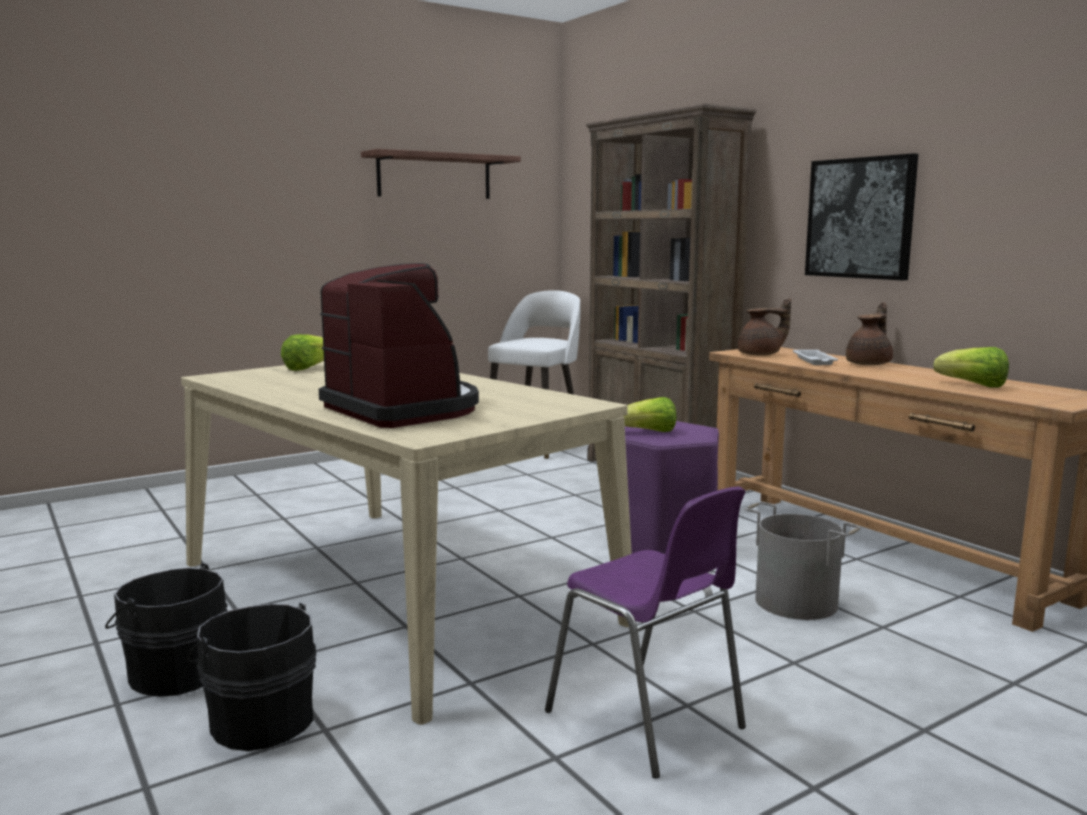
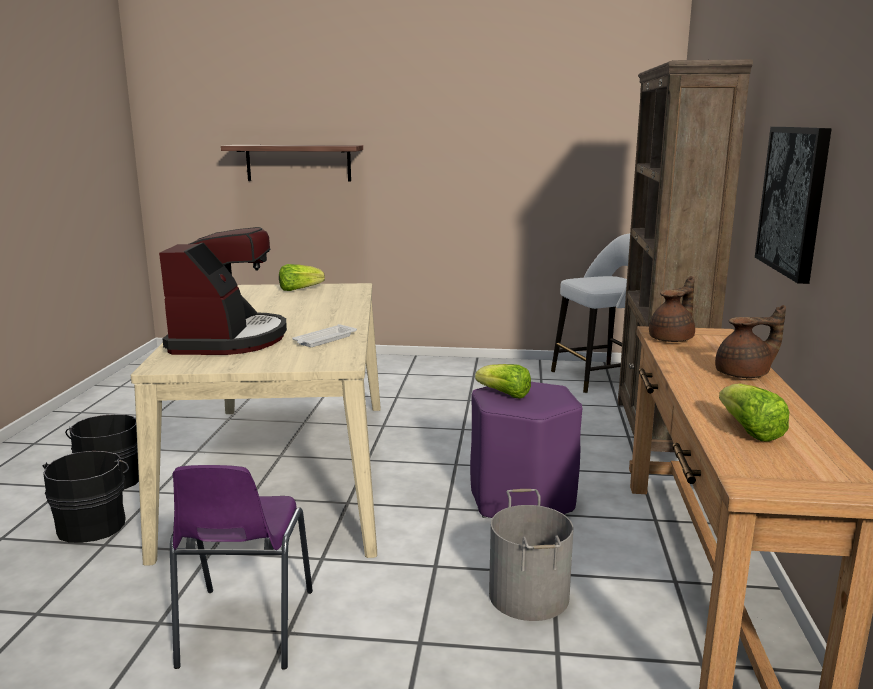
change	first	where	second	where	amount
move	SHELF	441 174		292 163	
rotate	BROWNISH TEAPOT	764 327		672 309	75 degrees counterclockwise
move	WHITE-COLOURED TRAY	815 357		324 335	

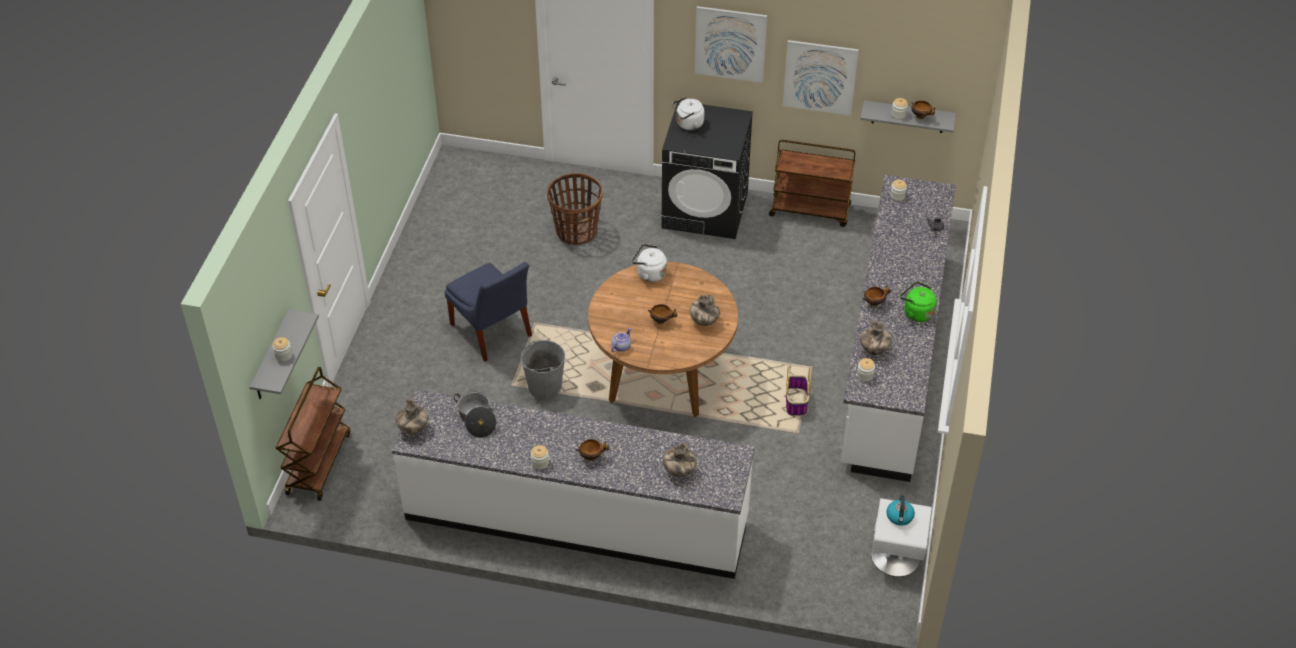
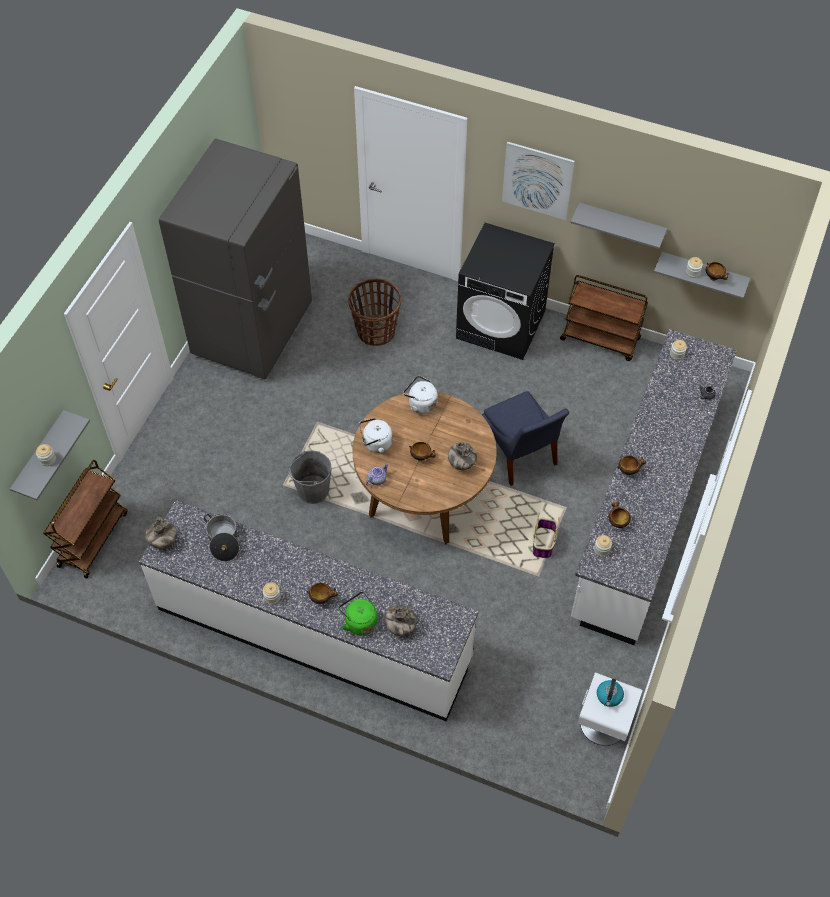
change	first	where	second	where	amount
replace	PICTURE	821 77	GREYISH SHELF	618 225	
move	WHITE-COLOURED WATER KETTLE	688 113		375 435	
move	BLUE PLAIN CHAIR	488 312		525 438	
move	GREEN-COLOURED WATER KETTLE	918 302		358 613	
replace	DECORATIVE VASE	876 337	DEEP DISH	620 515	
insert			GREYISH KITCHEN FRIDGE	235 258	

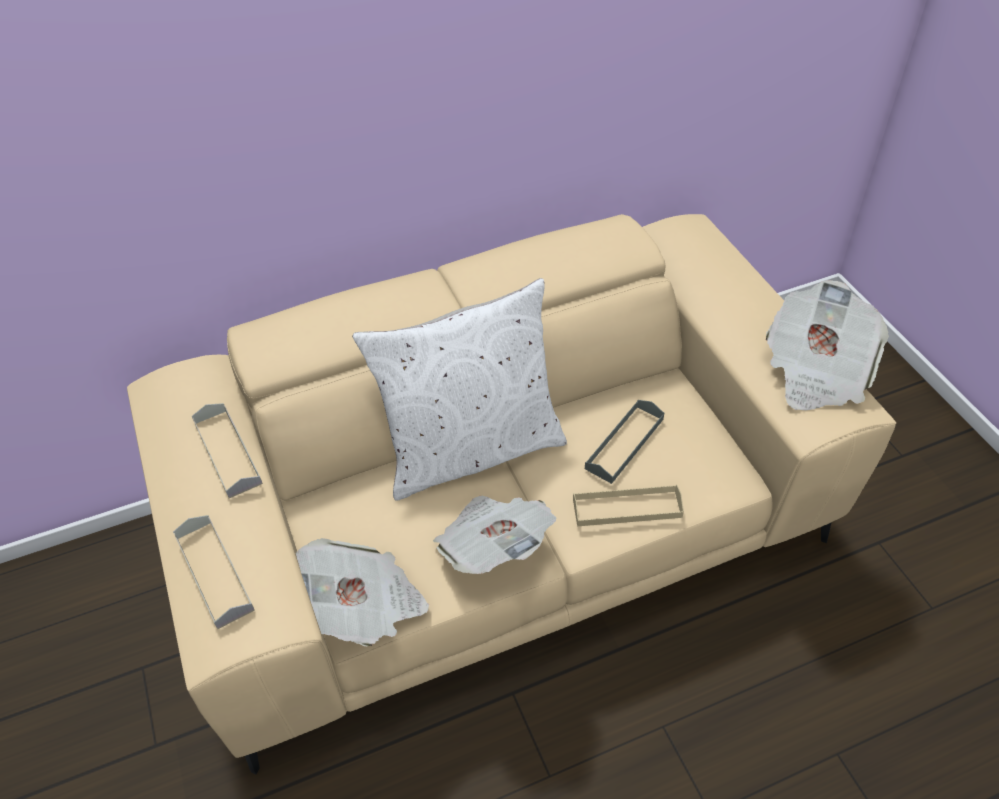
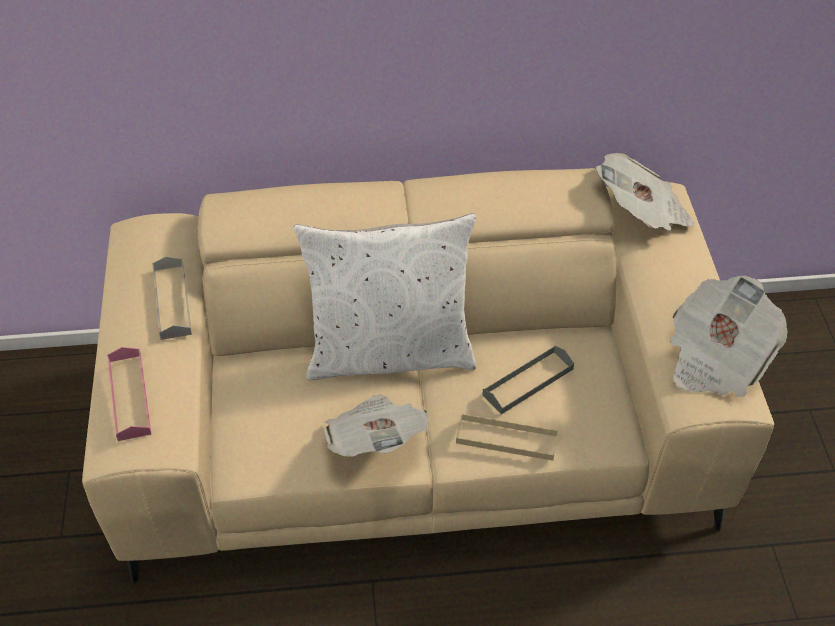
change	first	where	second	where	amount
recolor	GREYISH TRAY	214 572	PINK TRAY	129 394	
move	PRINTED PAPER	362 592		645 192	

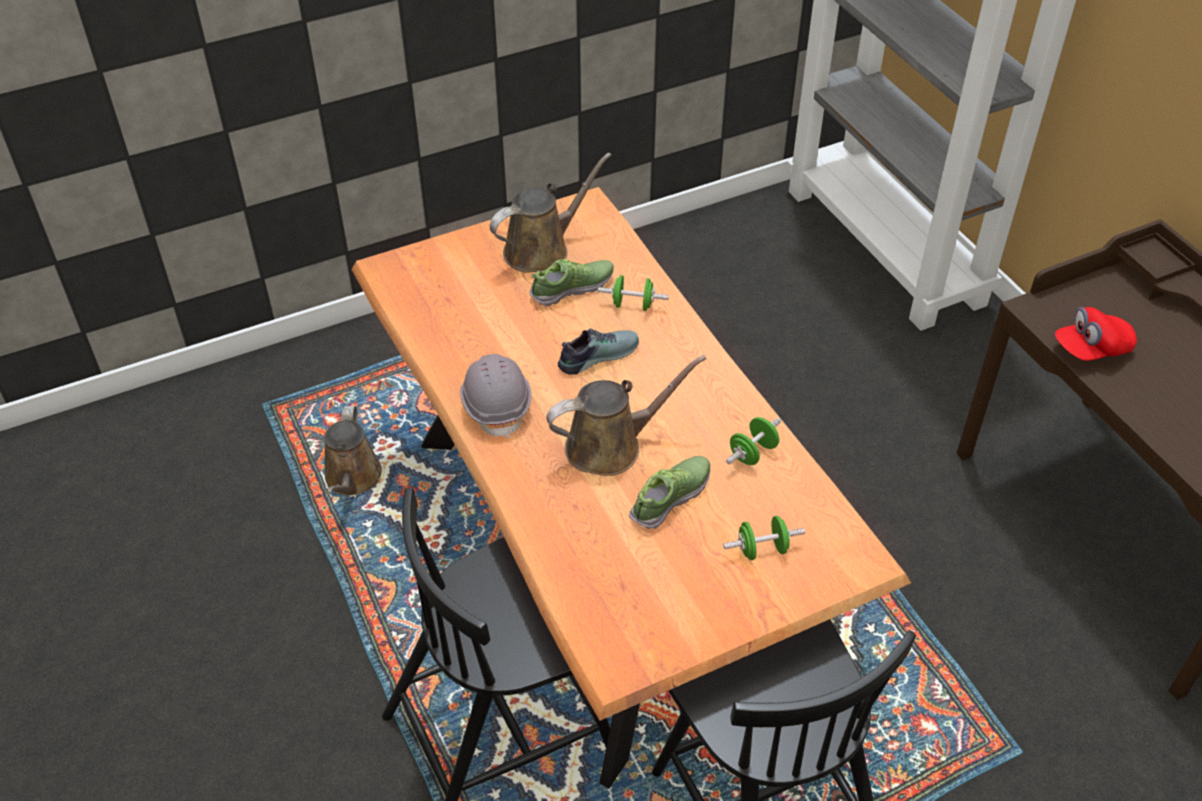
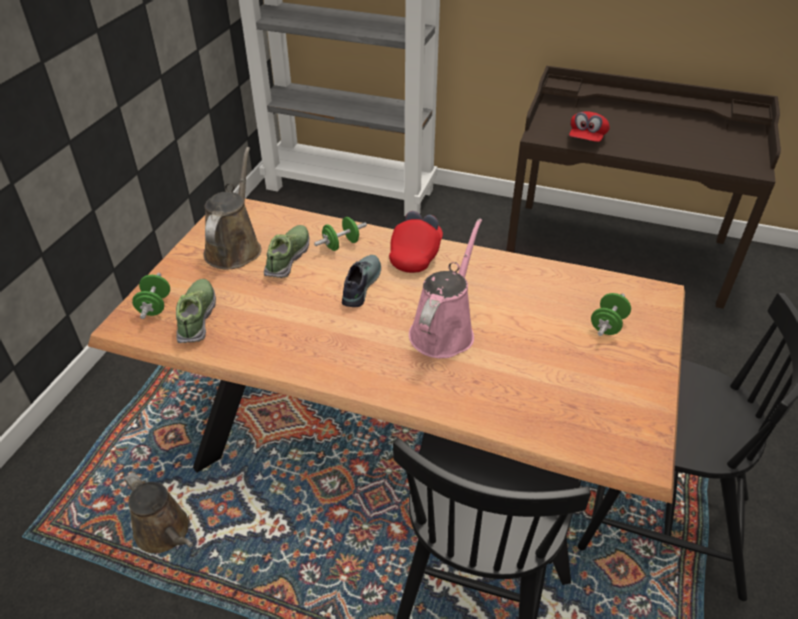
change	first	where	second	where	amount
delete	GREYISH HARD HAT	495 396			
recolor	BROWNISH SPRINKLING CAN	626 415	PINK SPRINKLING CAN	445 288	
move	GREEN-COLOURED DUMBBELL	753 441		151 296	
move	ITEM OF FOOTWEAR	669 492		196 311	
insert			REDDISH PEAKED CAP	416 242	

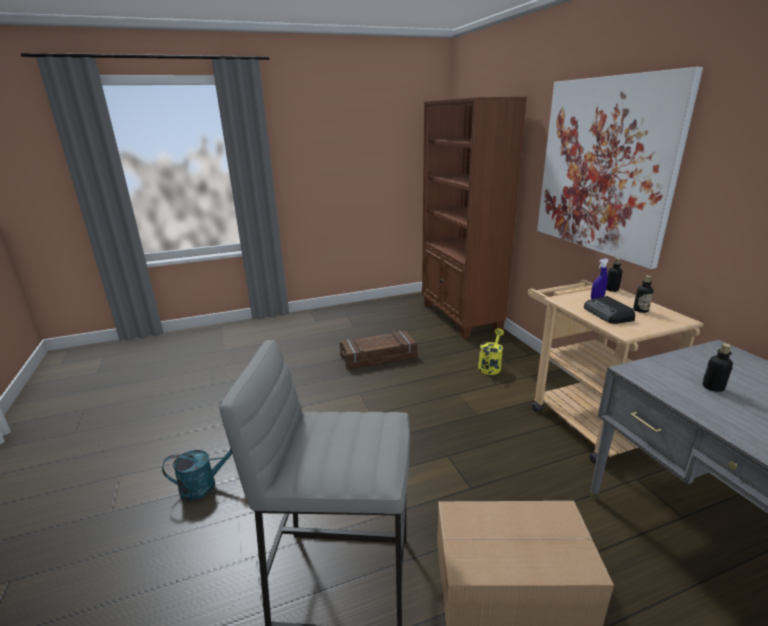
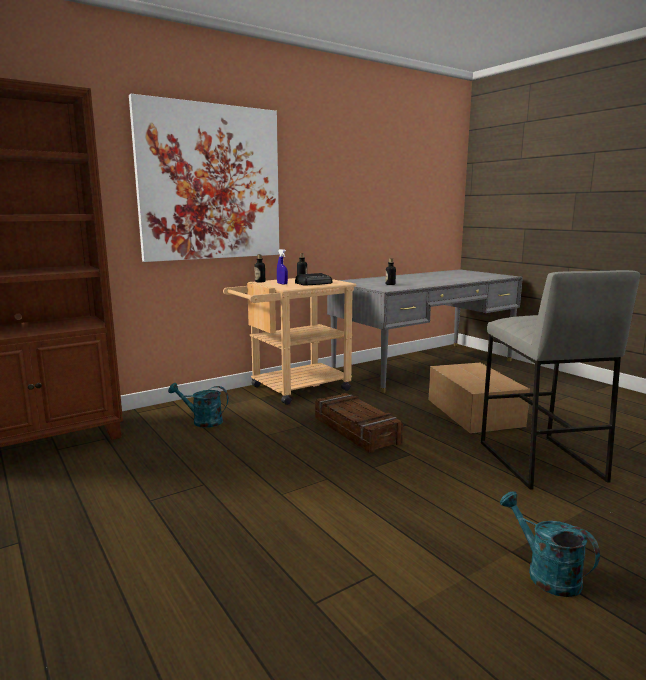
change	first	where	second	where	amount
recolor	YELLOW SPRINKLING CAN	491 352	BLUE-GREEN SPRINKLING CAN	198 405	
move	PACKING CRATE	378 350		359 423	

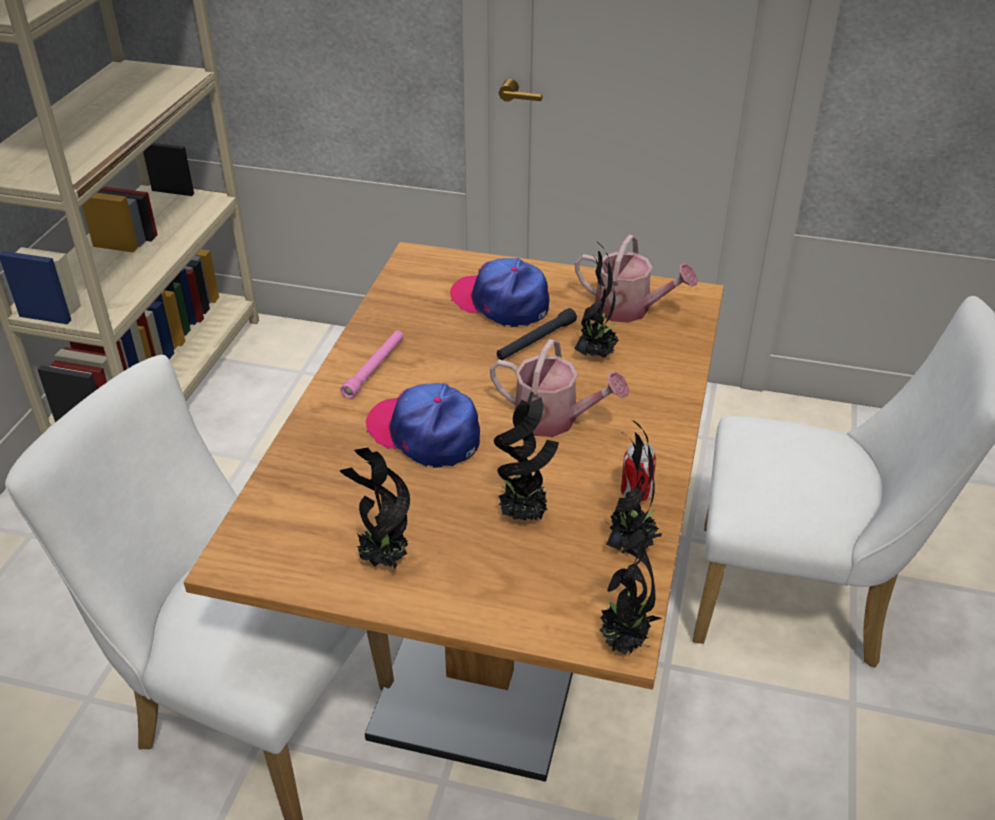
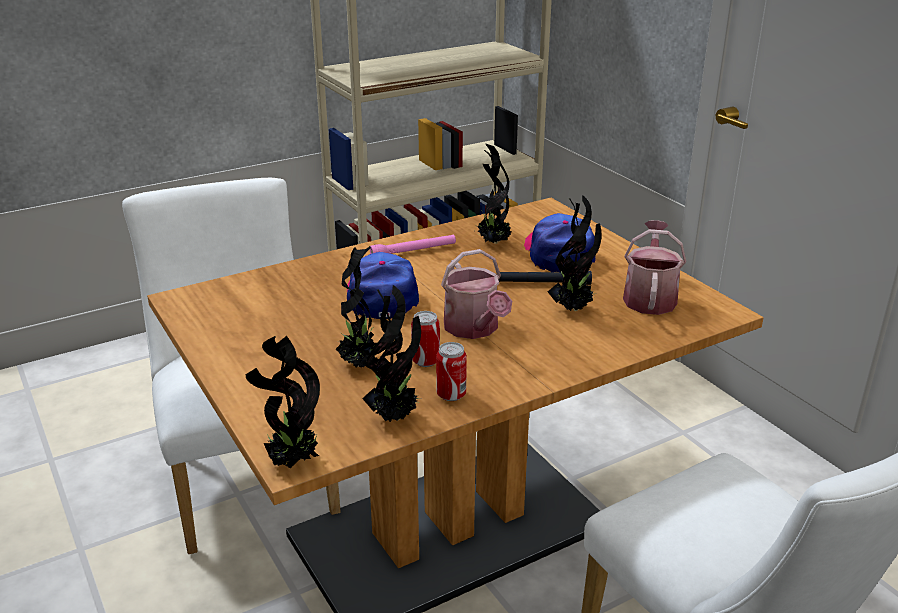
change	first	where	second	where	amount
rotate	SPRINKLING CAN	636 279		654 267	150 degrees counterclockwise
move	HOUSEPLANT	375 507		493 193	
insert			SEALED CAN	425 339	

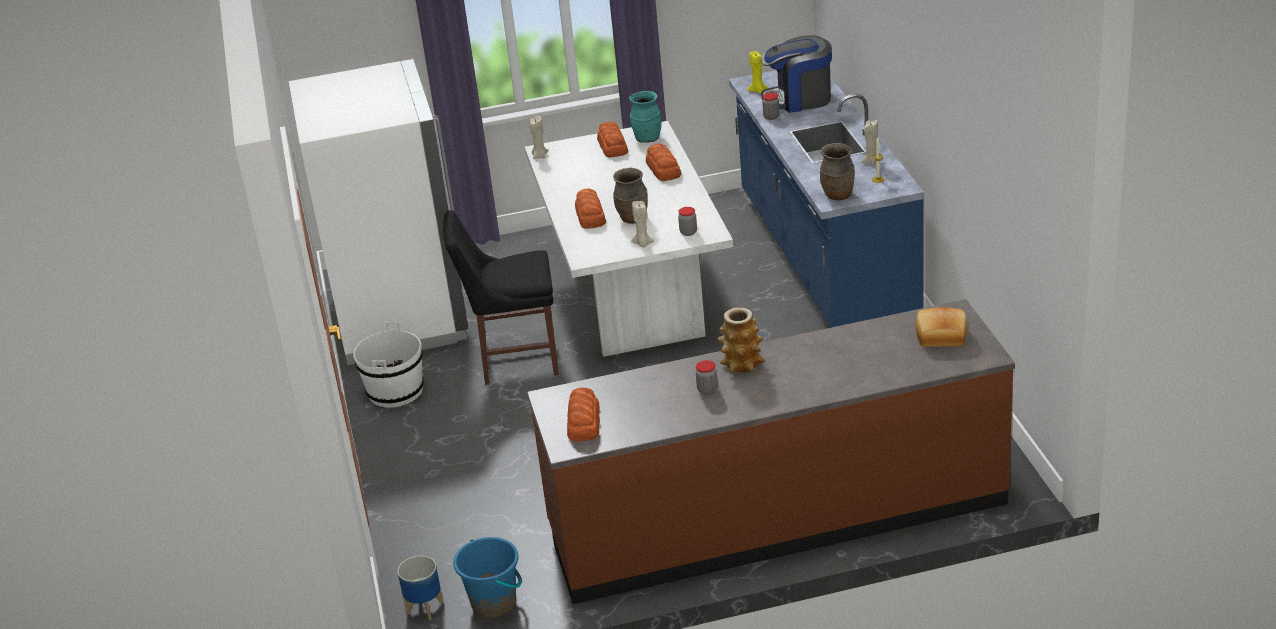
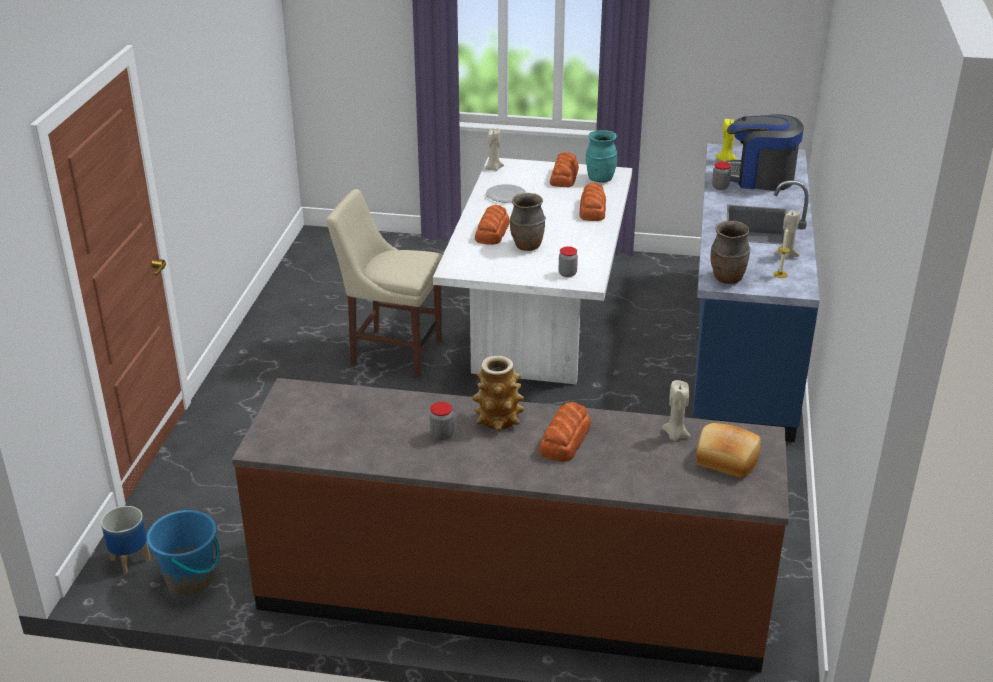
change	first	where	second	where	amount
delete	WHITE-COLOURED KITCHEN FRIDGE	378 212			
move	SAND-COLOURED CANDLE	642 224		676 410	
recolor	BLACKISH PLAIN CHAIR	501 297	SAND-COLOURED PLAIN CHAIR	384 283	
delete	WHITE-COLOURED WATER BUCKET	388 365			
move	BREAD	583 414		565 432	
insert			DINNER PLATE	506 193	

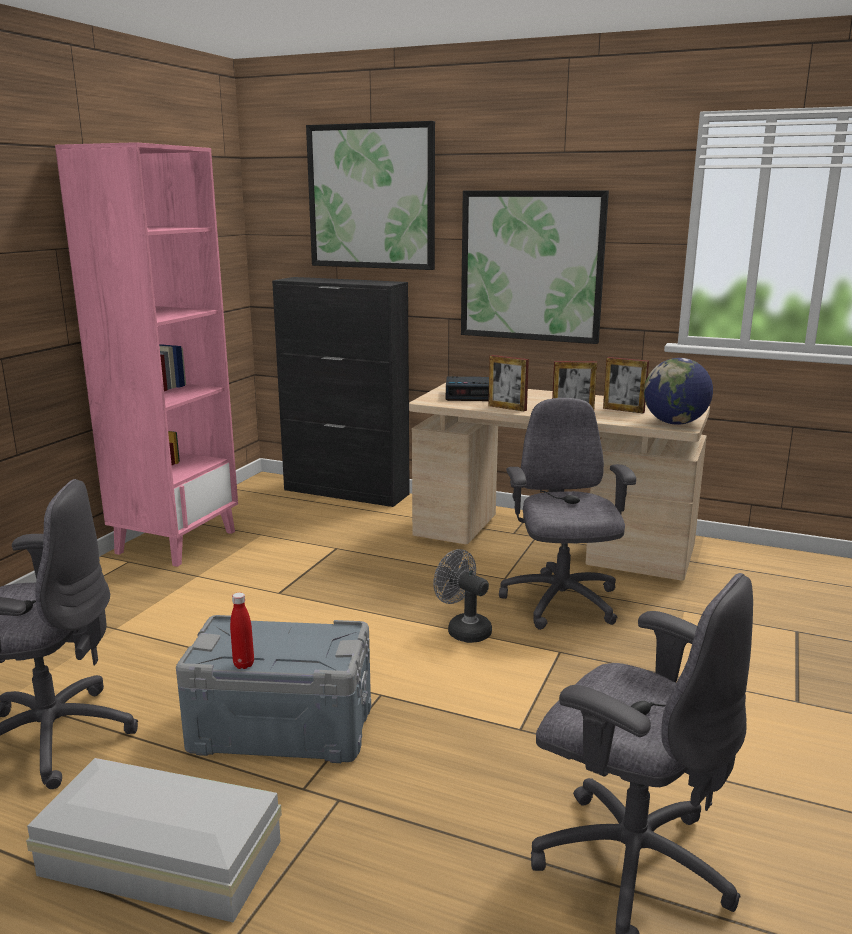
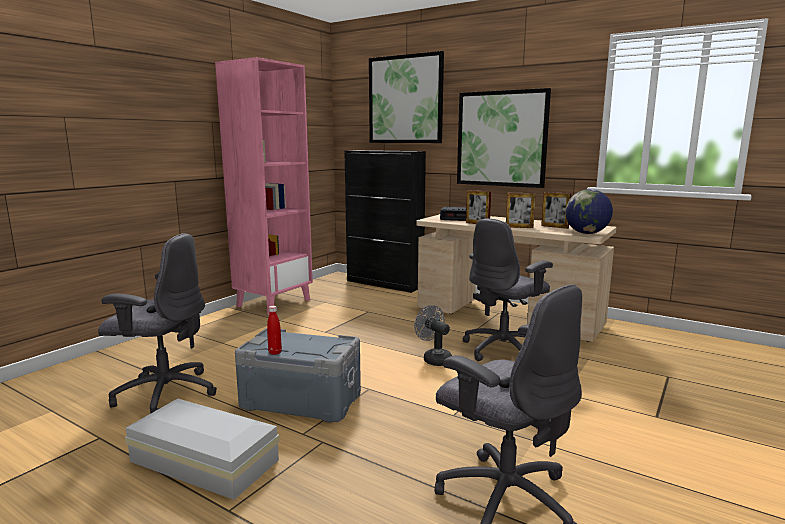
change	first	where	second	where	amount
rotate	GREYISH COMPUTER CHAIR	567 514		507 289	135 degrees counterclockwise

